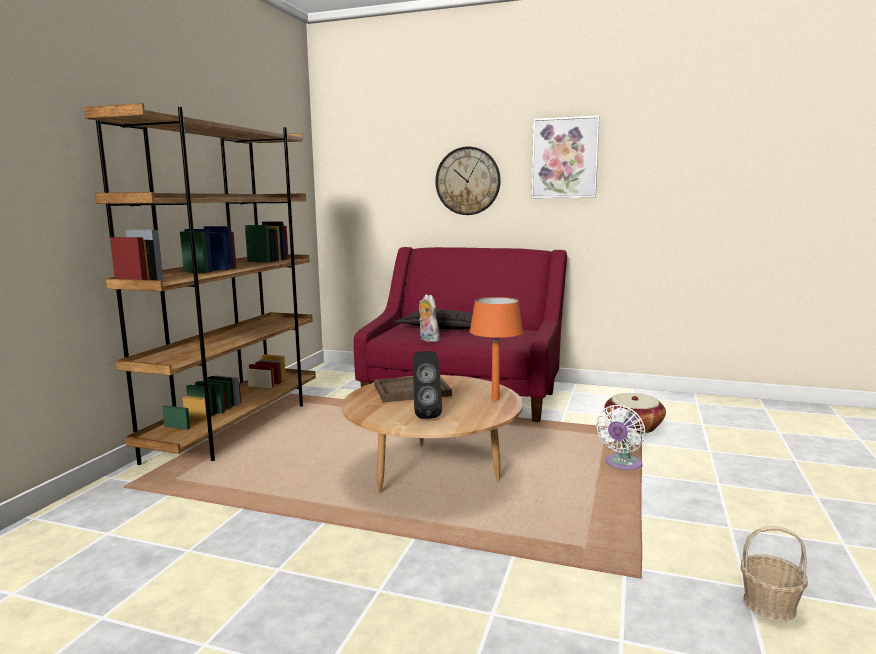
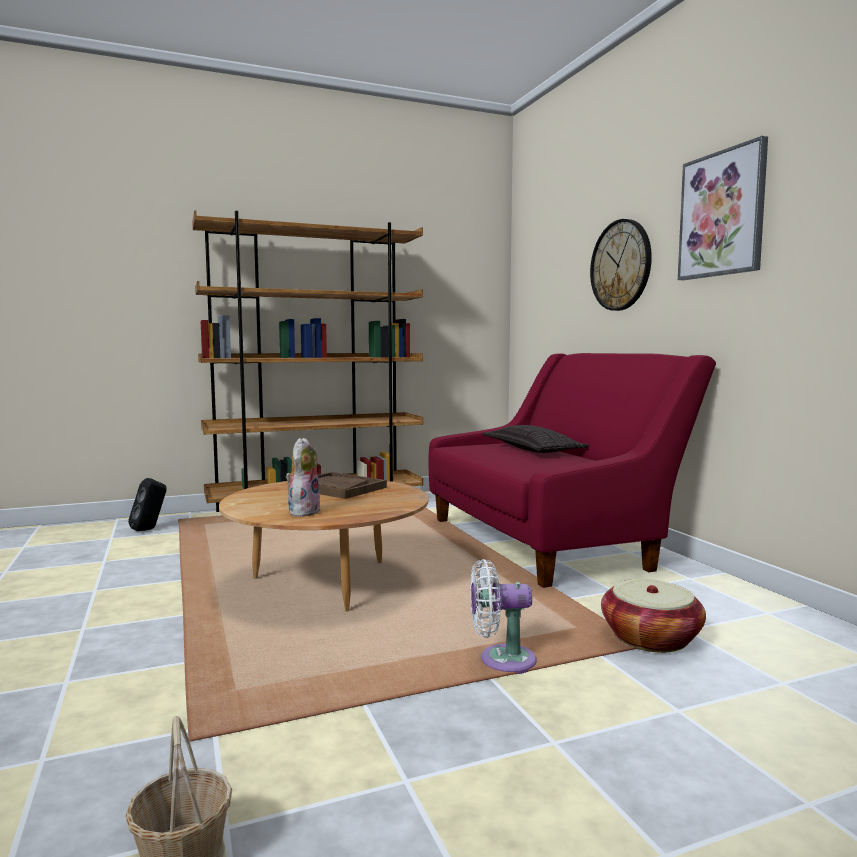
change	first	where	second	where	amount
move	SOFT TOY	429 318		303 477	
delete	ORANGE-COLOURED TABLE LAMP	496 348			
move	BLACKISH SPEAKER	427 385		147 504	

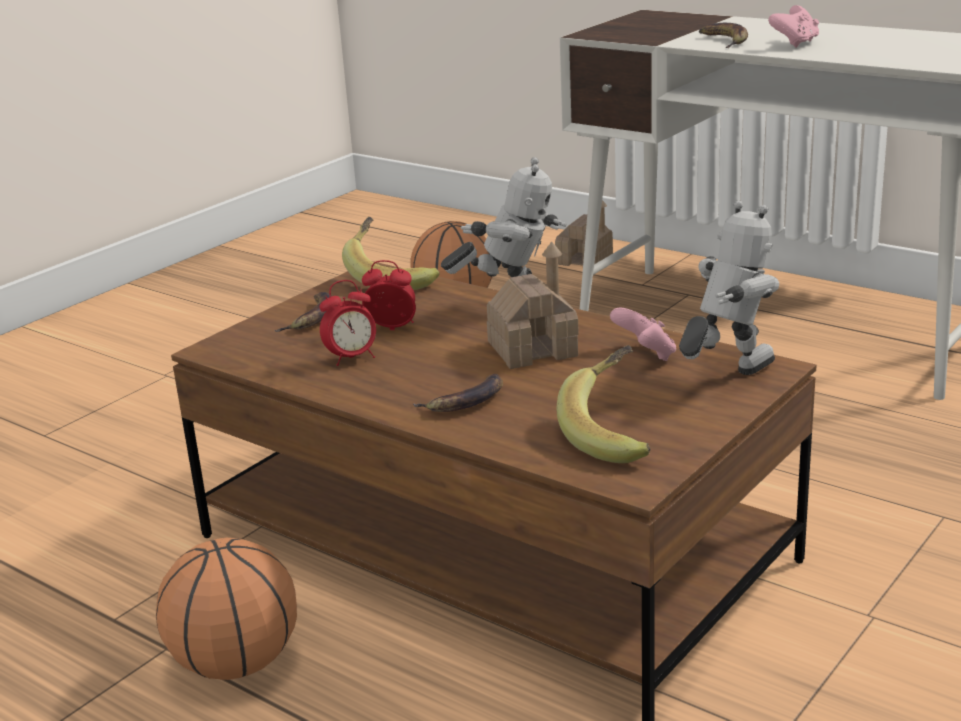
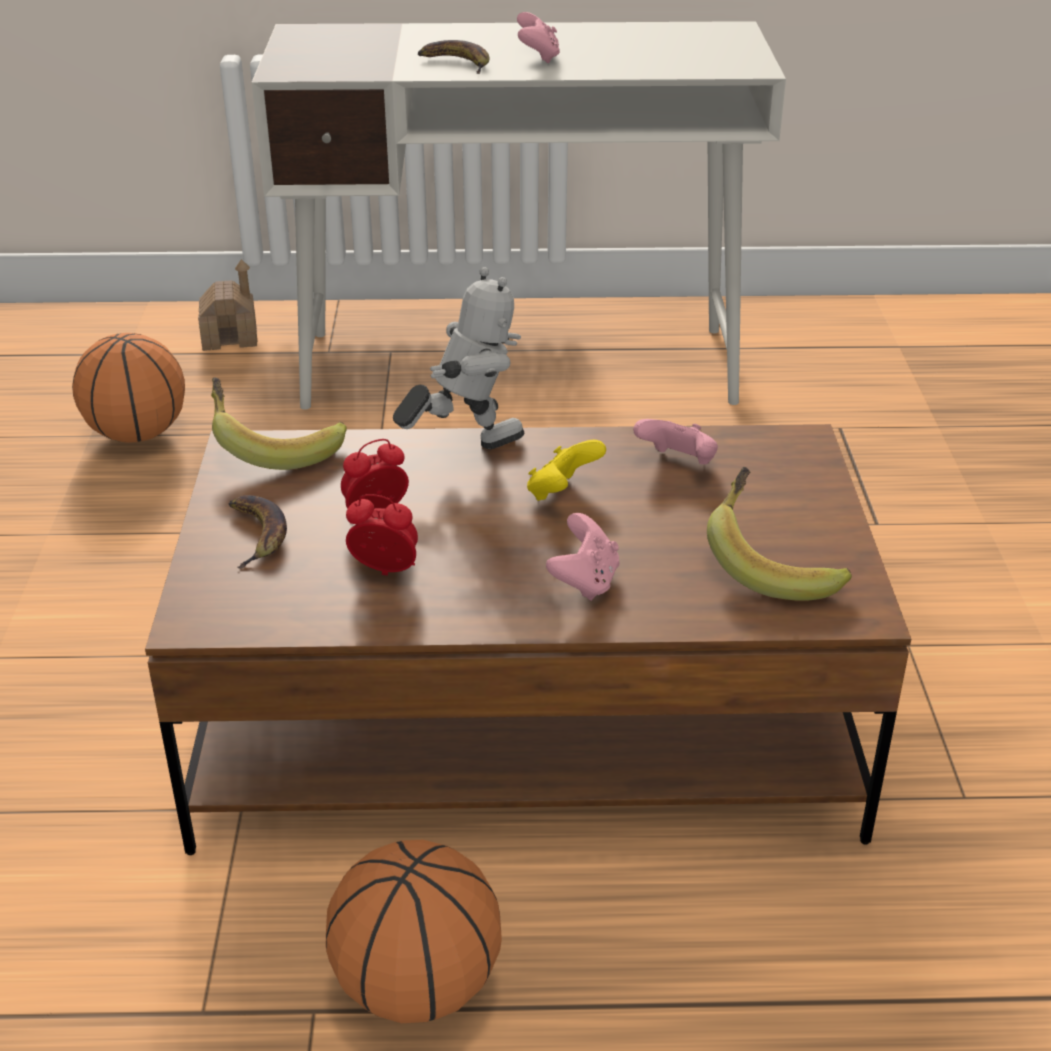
change	first	where	second	where	amount
delete	TOY ROBOT	729 287			
replace	MINIATURE HOUSE	533 305	YELLOW GAME CONTROLLER	566 470	
rotate	ALARM CLOCK	348 323		382 535	105 degrees counterclockwise
replace	BANANA	458 393	PINK GAME CONTROLLER	582 557	

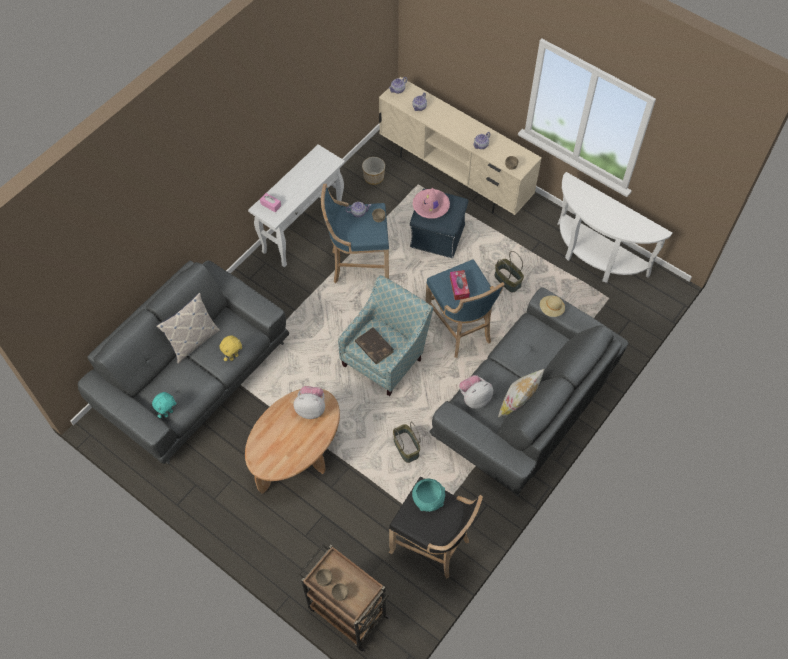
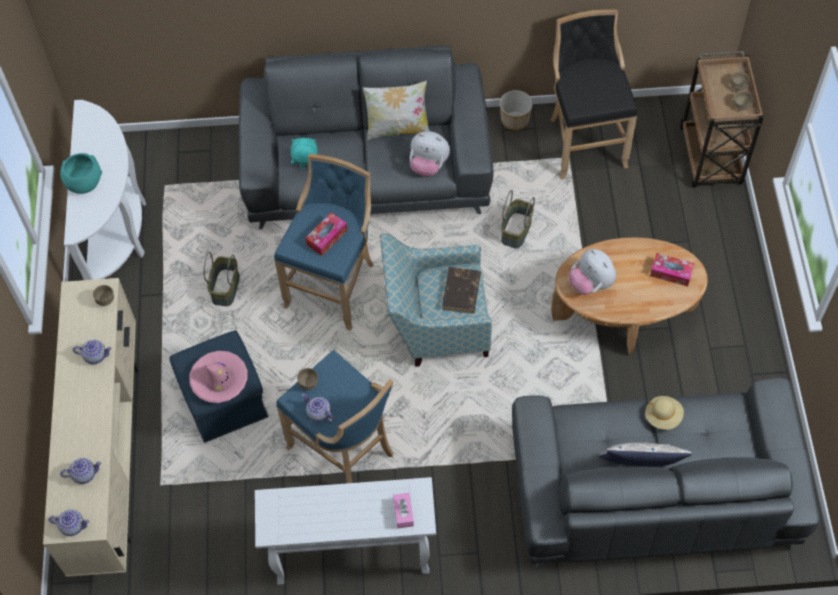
change	first	where	second	where	amount
move	PLANT POT	373 171		516 110	
move	SAND-COLOURED CLOTHING HAT	552 306		664 413	
delete	YELLOW SOFT TOY	231 348			
move	BLUE-GREEN SOFT TOY	164 405		304 153	
move	BLUE-GREEN DEEP DISH	428 495		81 173	
insert			TISSUE BOX	672 270	

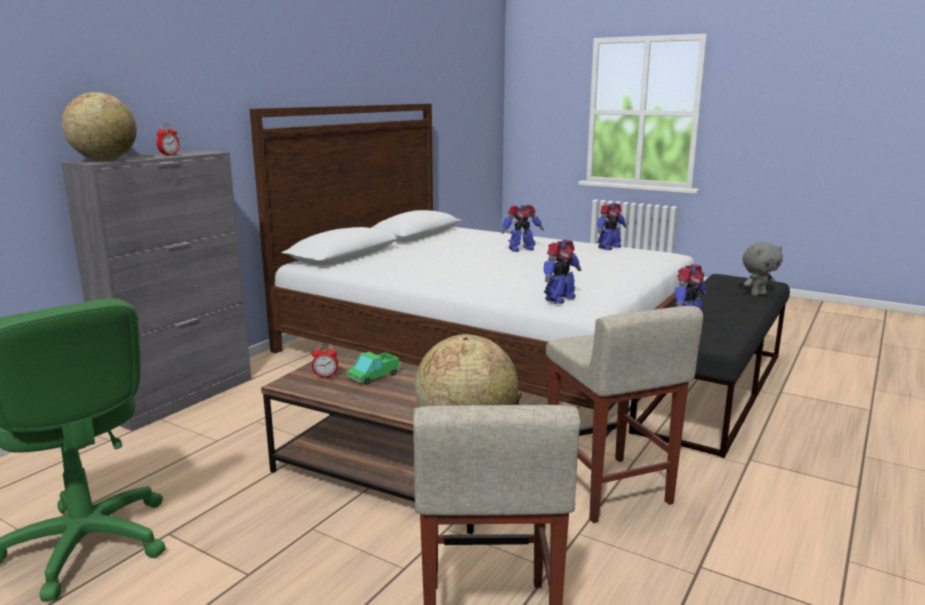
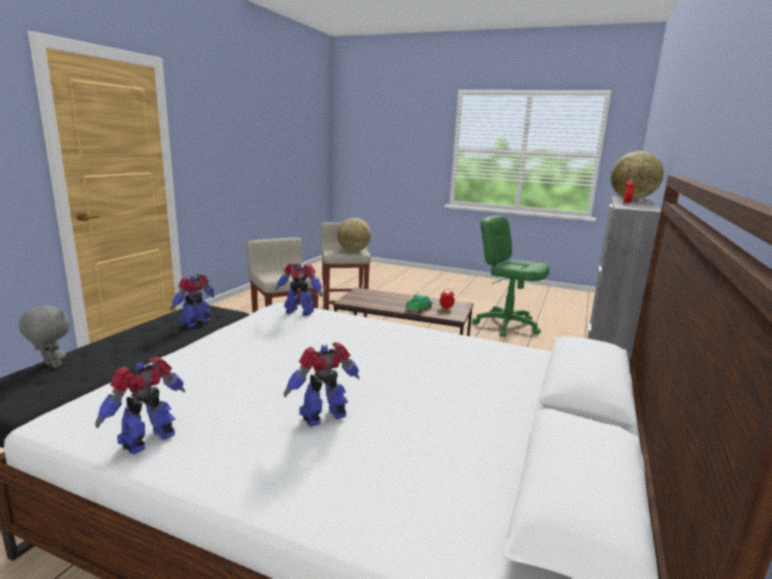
change	first	where	second	where	amount
rotate	TOY ROBOT	562 272		299 289	105 degrees counterclockwise
rotate	GREYISH SOFT TOY	763 269		44 336	60 degrees clockwise

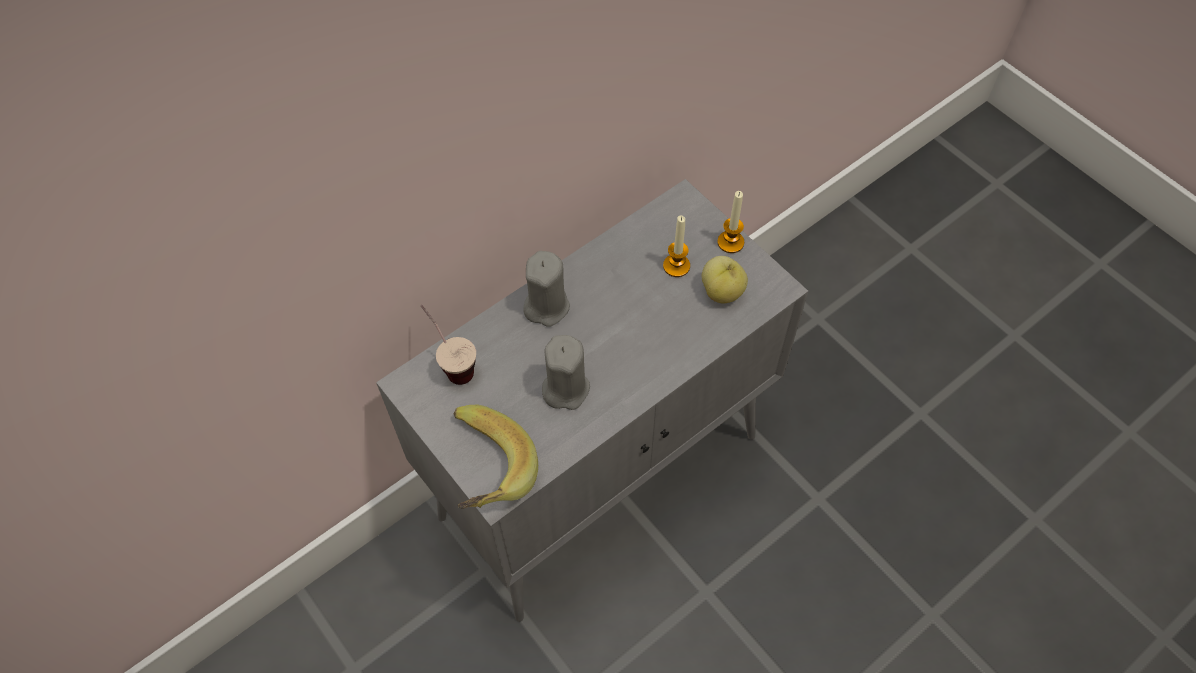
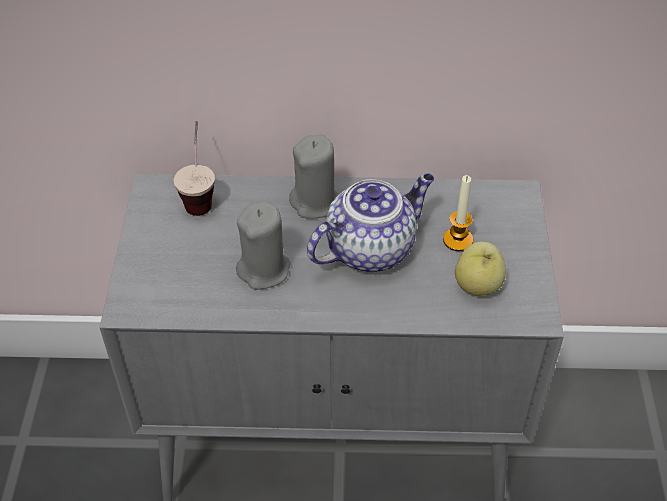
change	first	where	second	where	amount
delete	CANDLE	730 222			
delete	BANANA	496 457			
insert			TEAPOT	370 223	

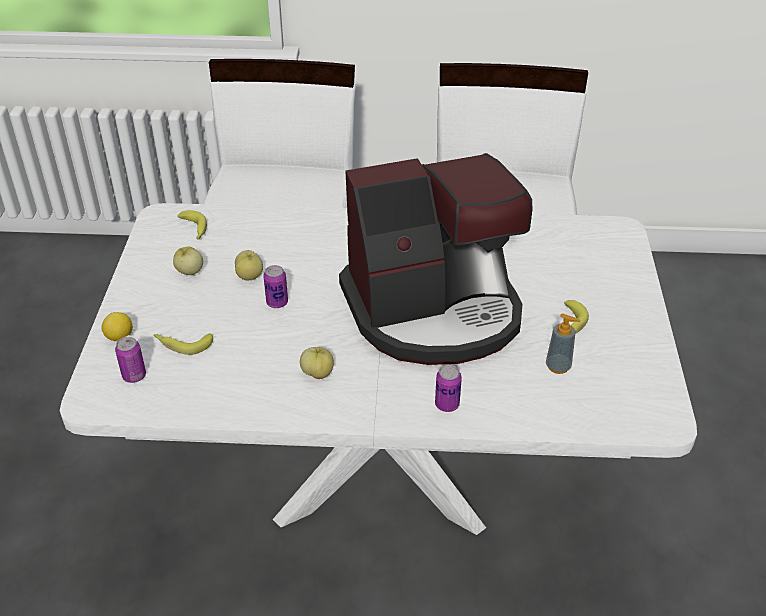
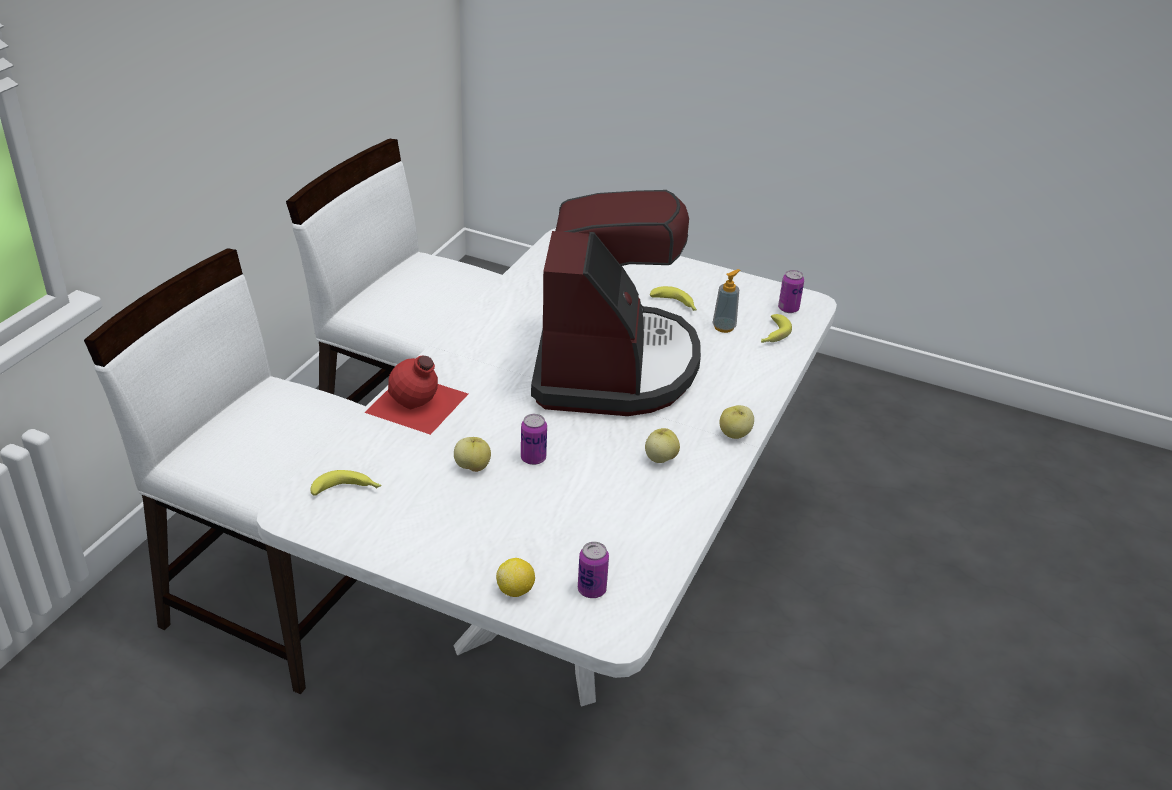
change	first	where	second	where	amount
move	WHOLE APPLE	188 261		736 422	
move	BANANA	183 344		776 328	
move	SEALED CAN	448 388		791 291	
insert			REDDISH BEVERAGE BOTTLE	416 395	

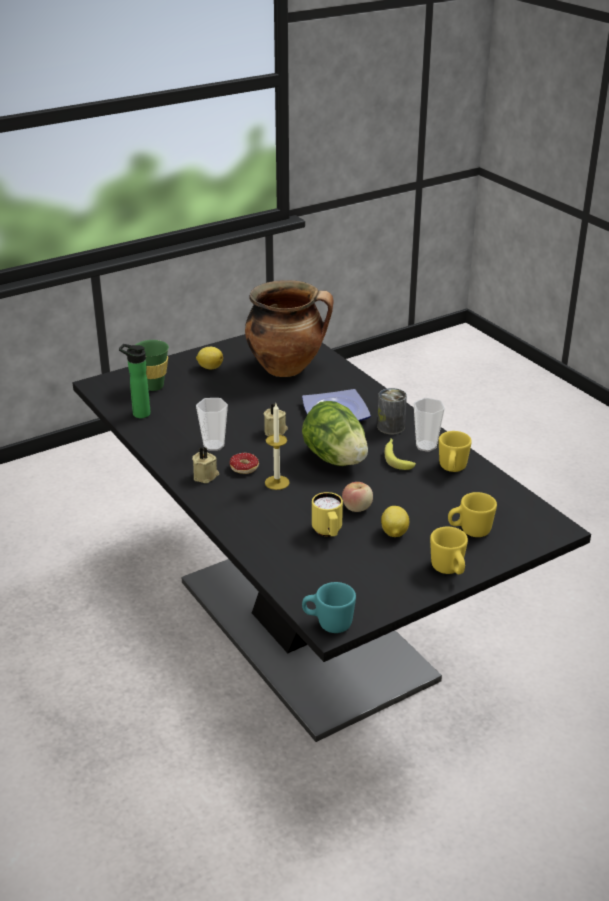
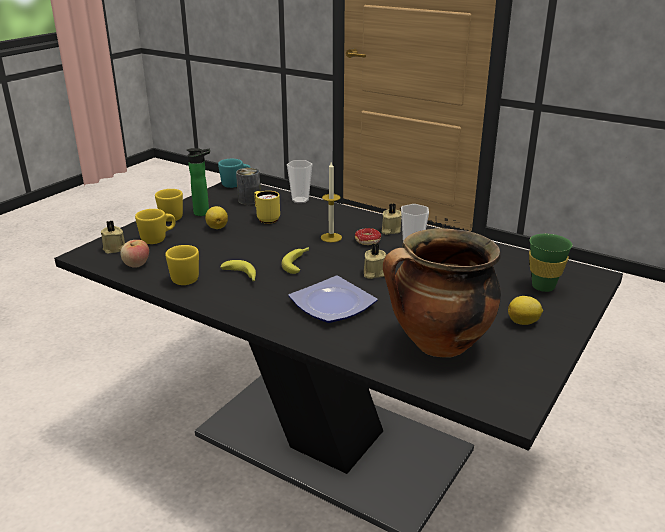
change	first	where	second	where	amount
move	BEVERAGE BOTTLE	135 381		198 182	
move	SEALED CAN	392 411		248 186	
move	SMALL CUP	429 425		299 181	
replace	LETTUCE HEAD	335 433	BANANA	295 260	
move	WHOLE APPLE	357 497		134 254	
insert			SAND-COLOURED CANDLE	113 237	

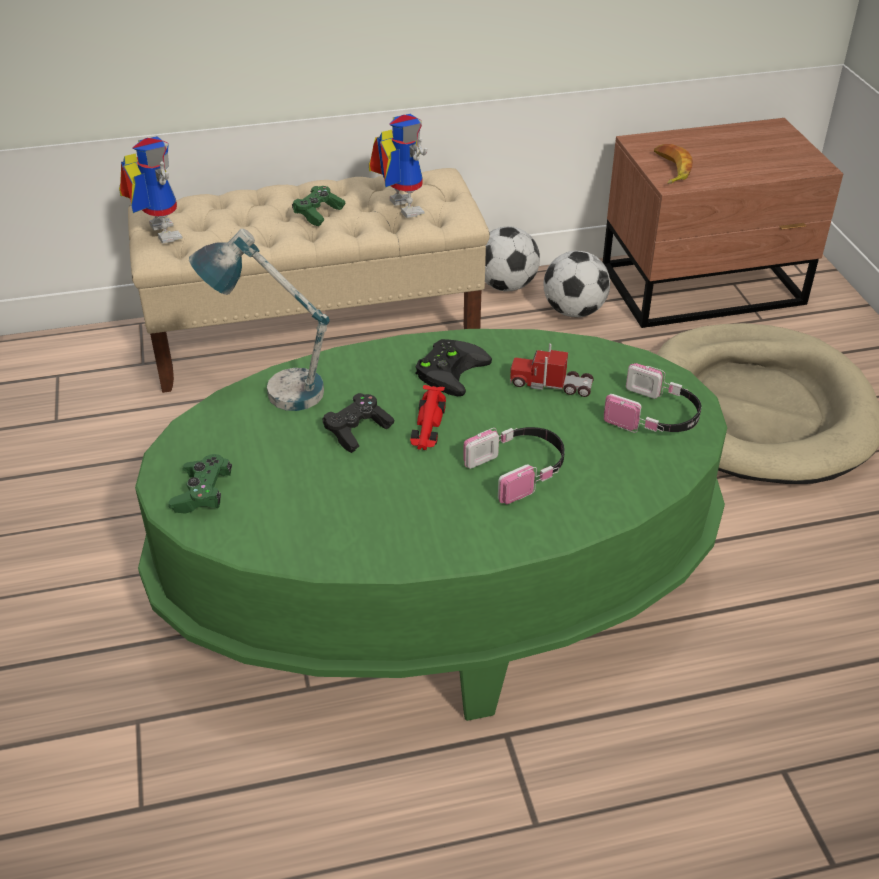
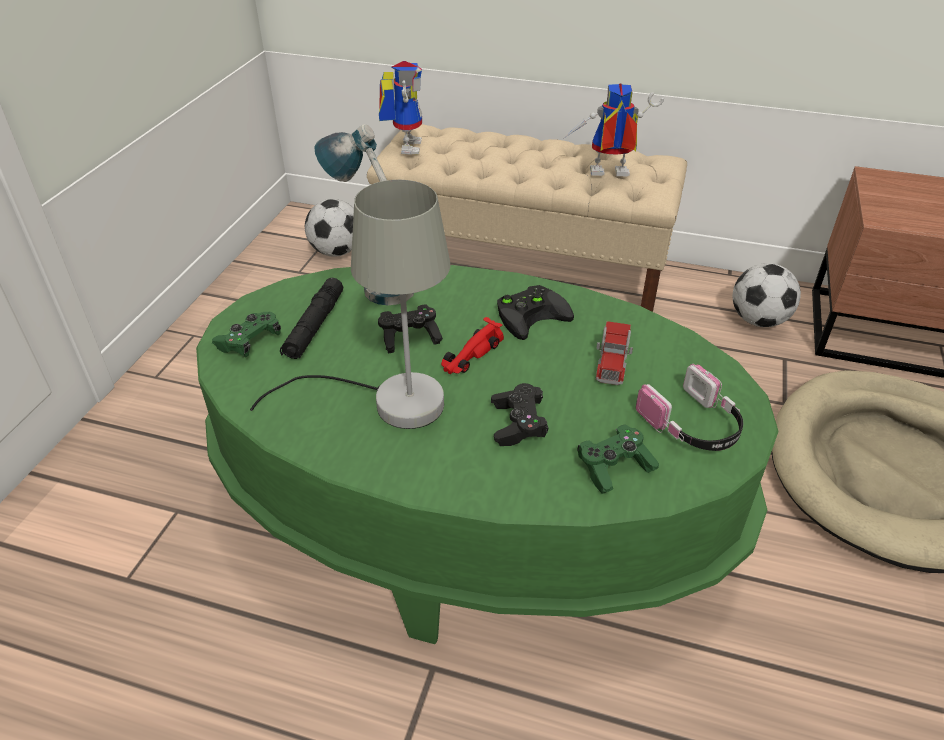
change	first	where	second	where	amount
rotate	TOY ROBOT	398 166		614 129	90 degrees counterclockwise
delete	BANANA	673 164			
move	GREEN-COLOURED GAME CONTROLLER	318 206		618 459	
move	FOOTBALL	512 259		329 228	
rotate	TOY LORRY	552 370		614 353	120 degrees counterclockwise
replace	HEADSET	514 465	BLACKISH GAME CONTROLLER	520 414	
insert			GREYISH TABLE LAMP	350 304	
insert			BLACKISH TORCH	311 318	

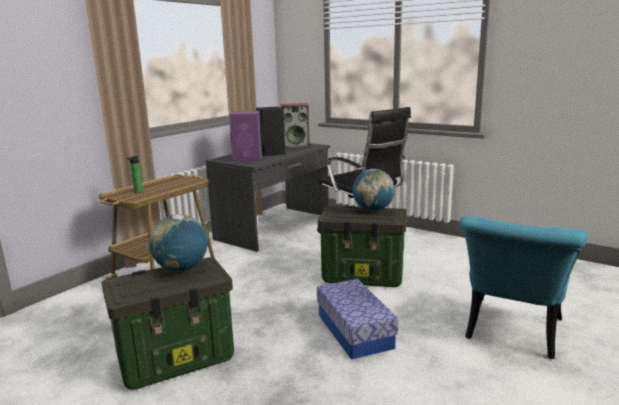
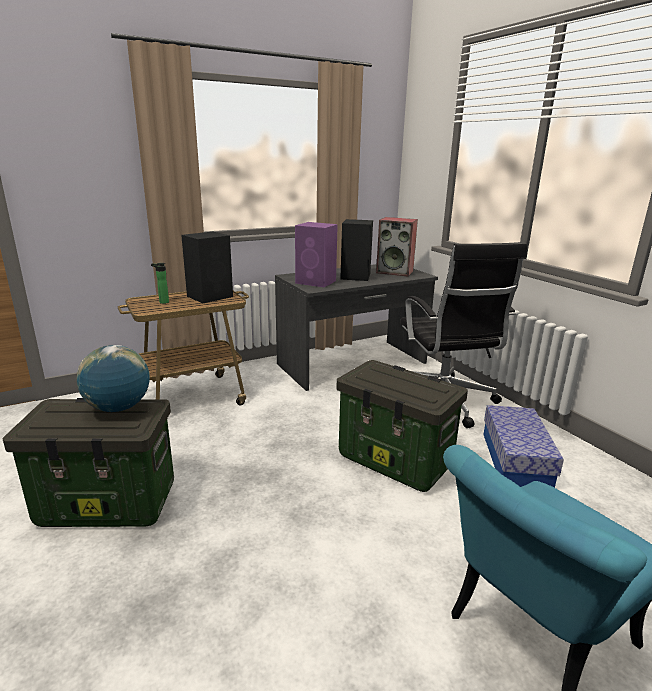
change	first	where	second	where	amount
delete	WORLD GLOBE	374 190			
move	STORAGE BIN	357 319		523 446	
insert			BLACKISH SPEAKER	207 267	

